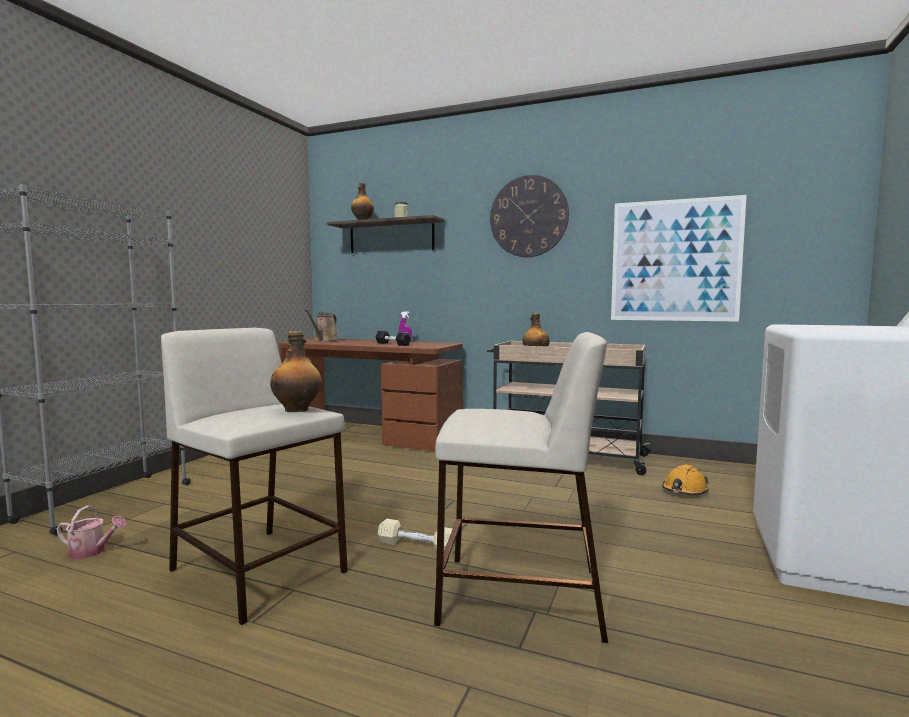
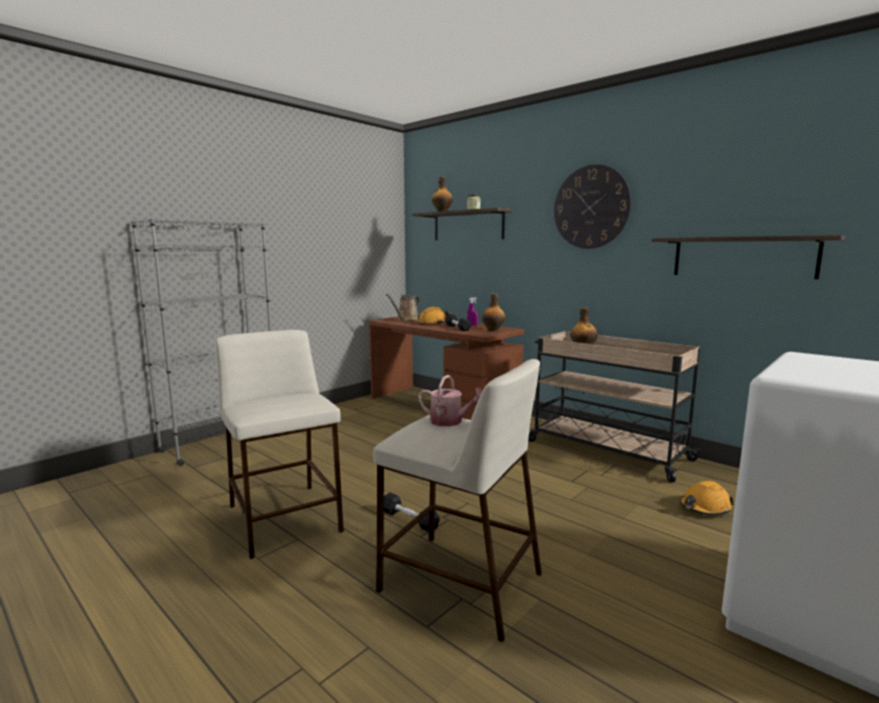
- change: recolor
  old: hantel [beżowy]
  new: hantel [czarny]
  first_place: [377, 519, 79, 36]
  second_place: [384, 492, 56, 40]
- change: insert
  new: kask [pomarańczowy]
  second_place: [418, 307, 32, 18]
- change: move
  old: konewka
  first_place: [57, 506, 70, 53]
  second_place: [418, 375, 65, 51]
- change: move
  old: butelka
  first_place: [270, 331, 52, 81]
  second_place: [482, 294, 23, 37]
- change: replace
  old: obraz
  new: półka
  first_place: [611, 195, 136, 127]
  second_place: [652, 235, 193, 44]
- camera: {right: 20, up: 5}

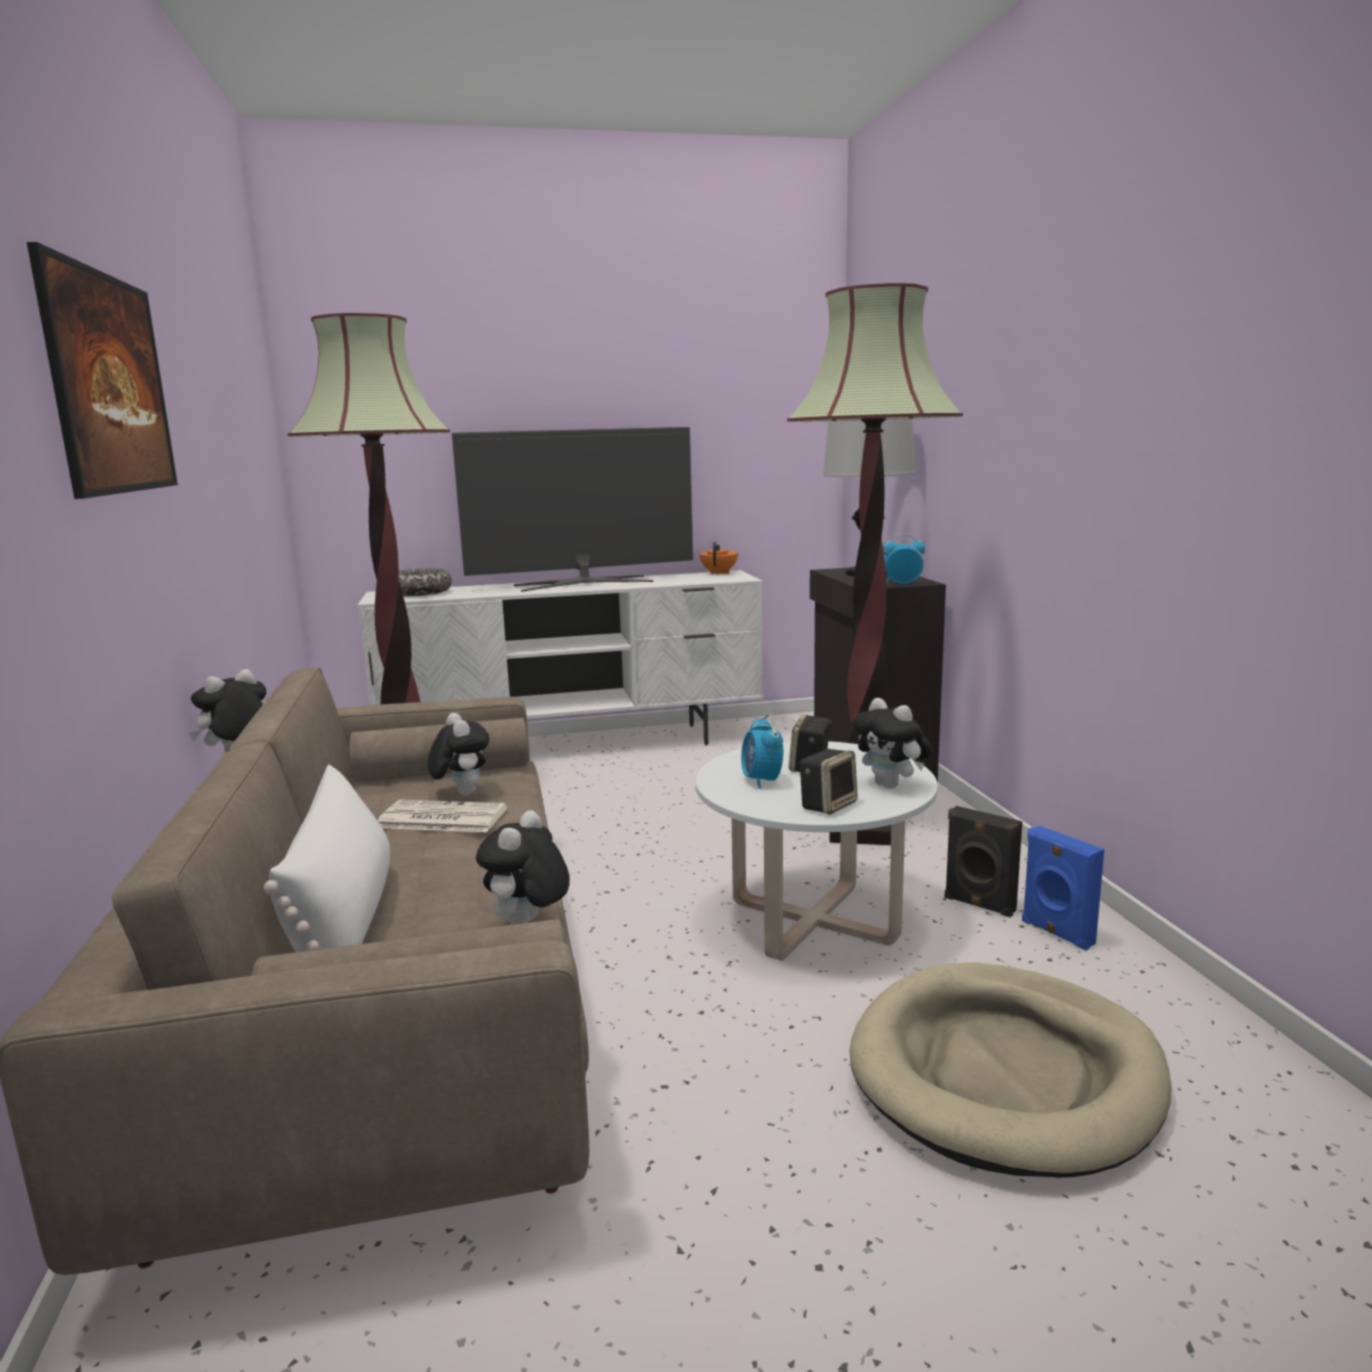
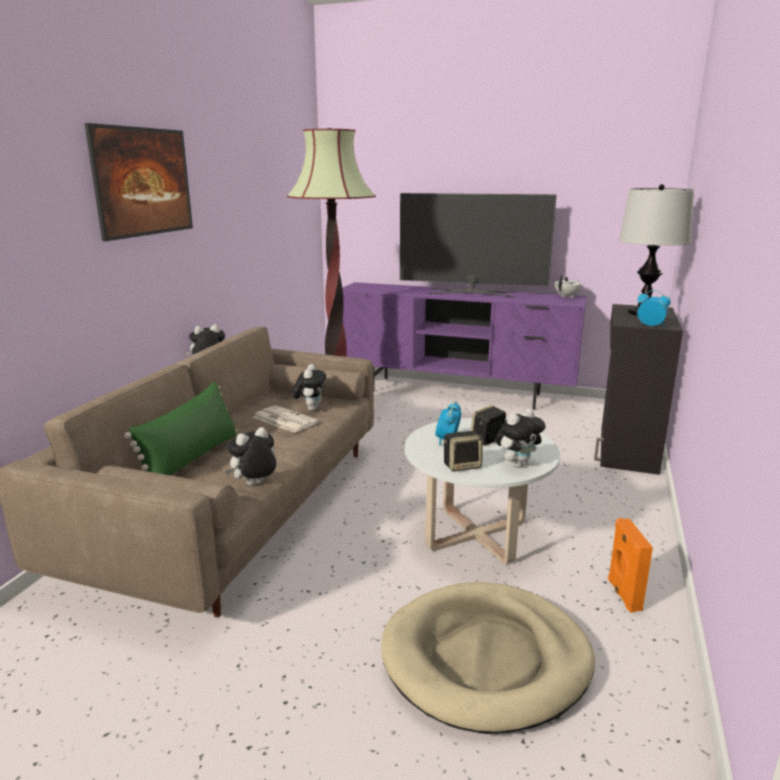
- change: recolor
  old: poduszka [biały]
  new: poduszka [zielony]
  first_place: [264, 765, 126, 187]
  second_place: [124, 381, 113, 95]
- change: recolor
  old: szafka pod telewizor [biały]
  new: szafka pod telewizor [fioletowy]
  first_place: [358, 570, 405, 176]
  second_place: [342, 282, 245, 128]
- change: rotate
  old: pluszak
  first_place: [852, 698, 80, 91]
  second_place: [496, 409, 50, 59]
  degrees: -120
- change: recolor
  old: imbryk [pomarańczowy]
  new: imbryk [biały]
  first_place: [700, 542, 38, 33]
  second_place: [554, 275, 28, 23]
- change: recolor
  old: głośnik [niebieski]
  new: głośnik [pomarańczowy]
  first_place: [1022, 826, 82, 124]
  second_place: [608, 518, 45, 95]
- change: delete
  old: miska
  first_place: [398, 568, 54, 28]
- change: delete
  old: lampa stojąca
  first_place: [787, 283, 176, 562]
- change: delete
  old: głośnik [czarny]
  first_place: [944, 806, 78, 111]
- camera: {right: 30, up: 5}

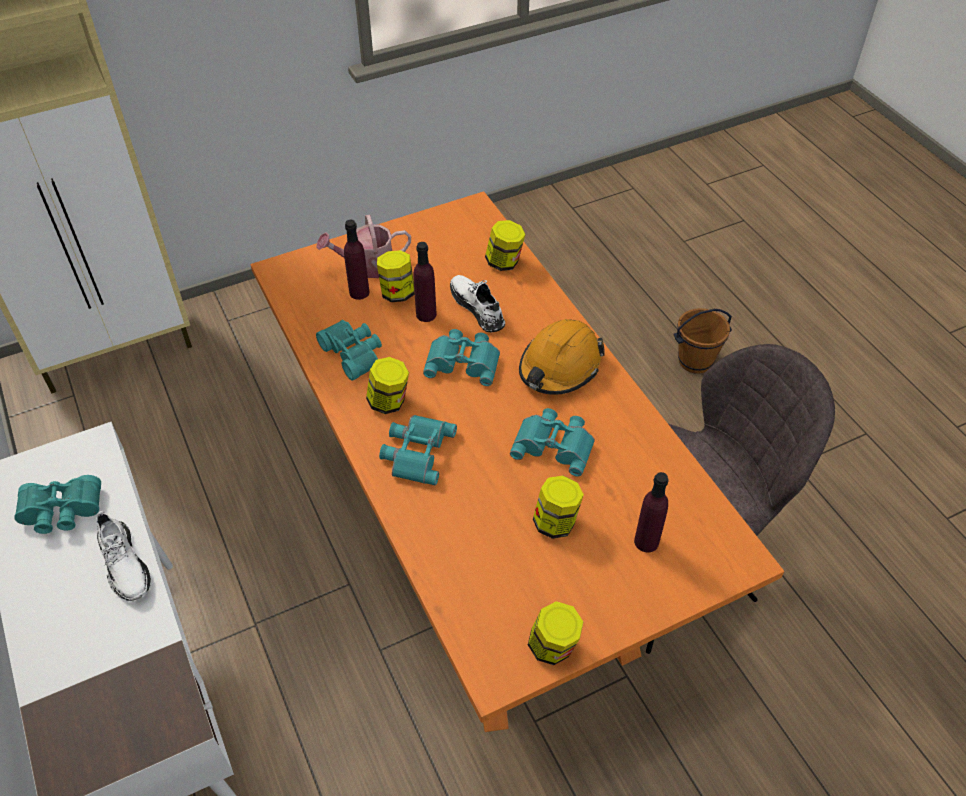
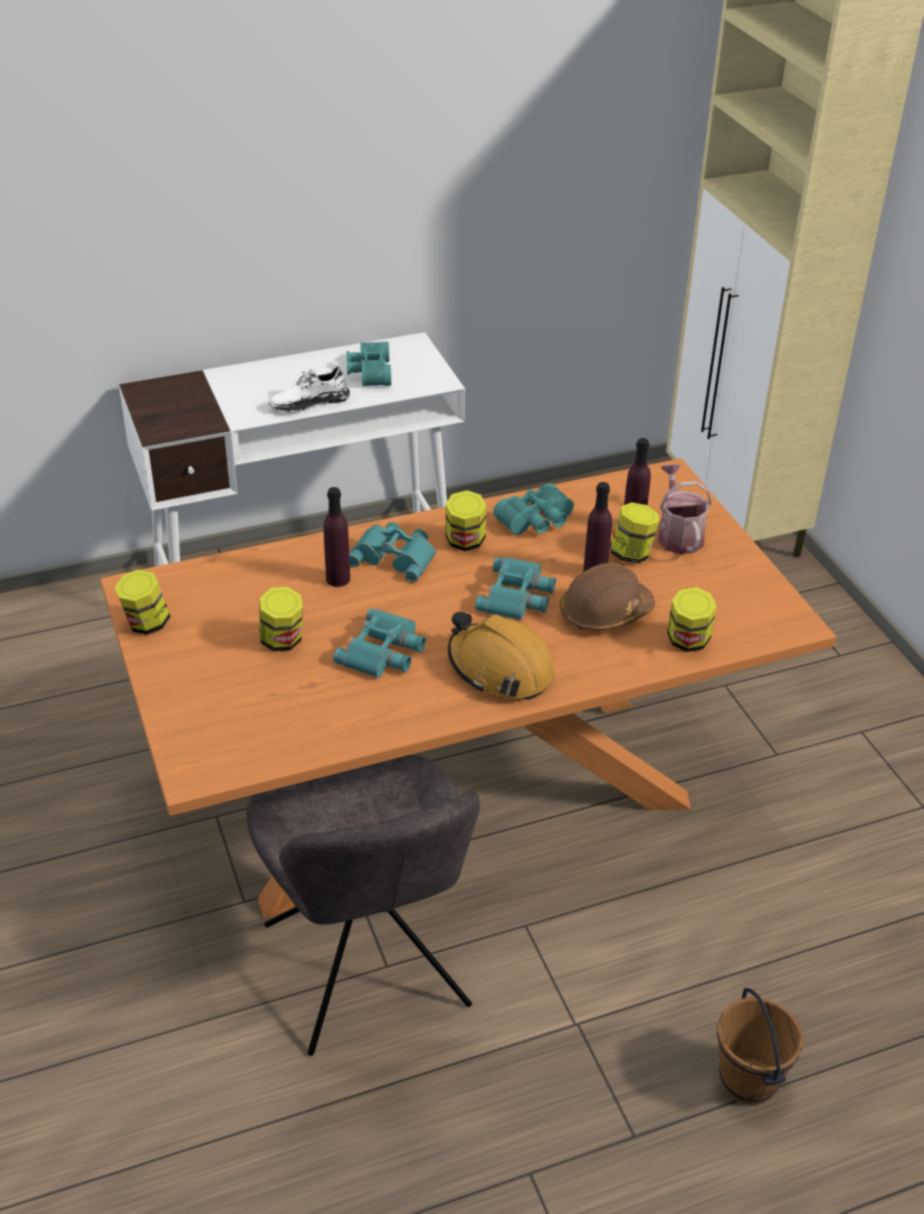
- change: move
  old: butelka [fioletowy]
  first_place: [634, 472, 35, 81]
  second_place: [323, 487, 27, 100]
- change: replace
  old: but [biały]
  new: kask [brązowy]
  first_place: [450, 275, 55, 57]
  second_place: [560, 563, 95, 68]
- camera: {right: 95, up: -10}

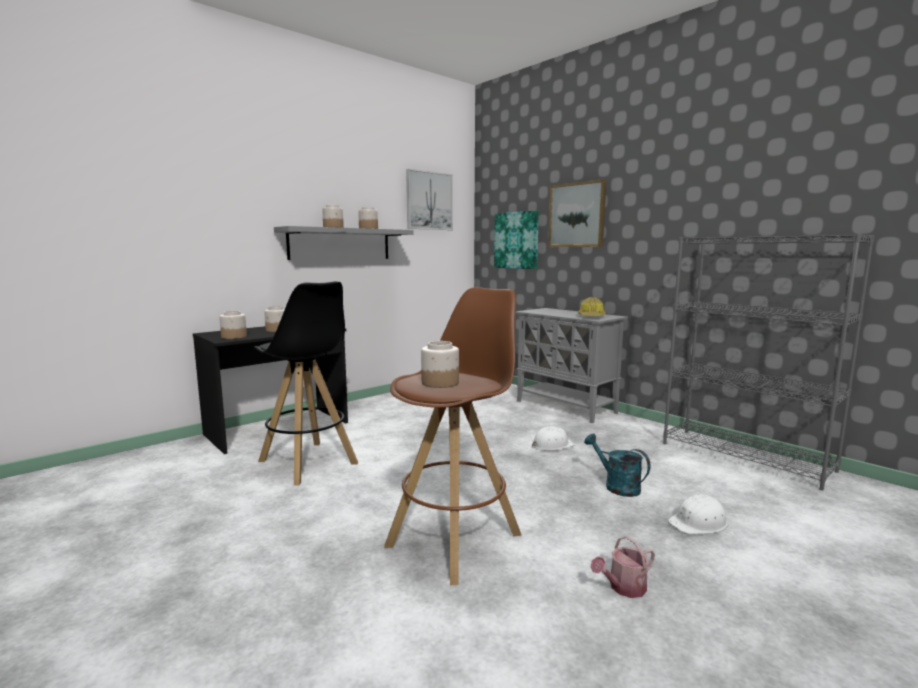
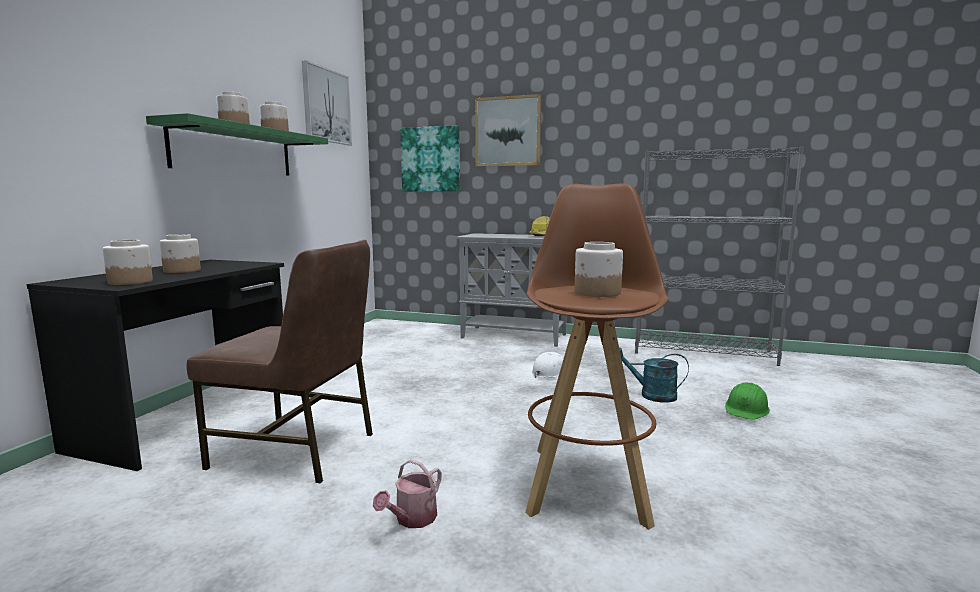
- change: recolor
  old: półka [szary]
  new: półka [zielony]
  first_place: [274, 226, 140, 34]
  second_place: [146, 113, 182, 62]
- change: replace
  old: stołek [czarny]
  new: krzesło [brązowy]
  first_place: [254, 281, 104, 204]
  second_place: [187, 240, 186, 244]
- change: move
  old: konewka
  first_place: [591, 536, 64, 62]
  second_place: [373, 459, 69, 69]
- change: recolor
  old: kask [biały]
  new: kask [zielony]
  first_place: [668, 494, 59, 40]
  second_place: [725, 382, 45, 38]
- camera: {right: -30, up: 0}

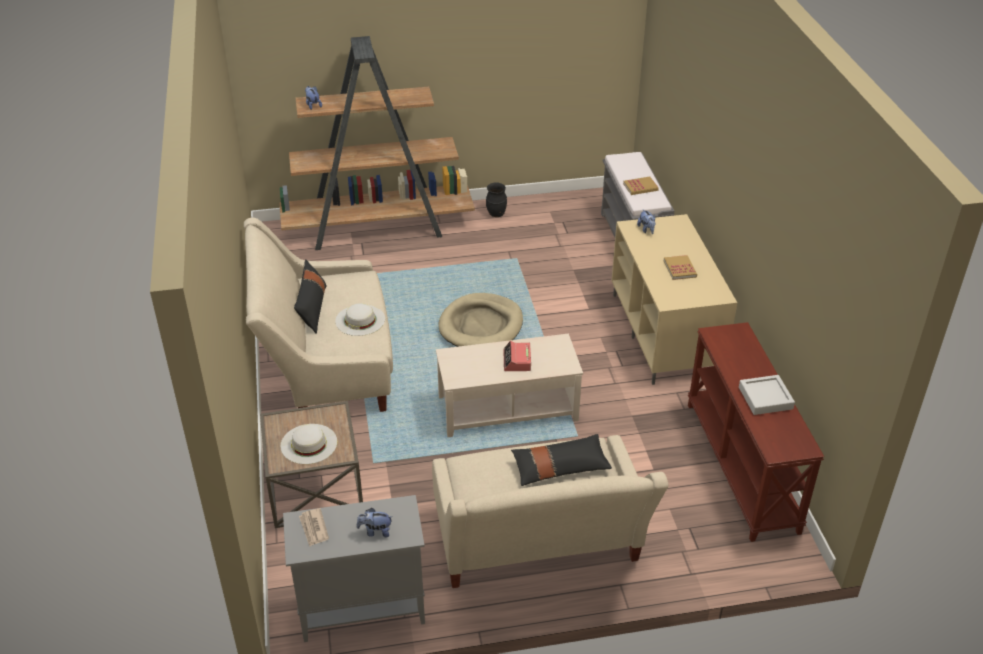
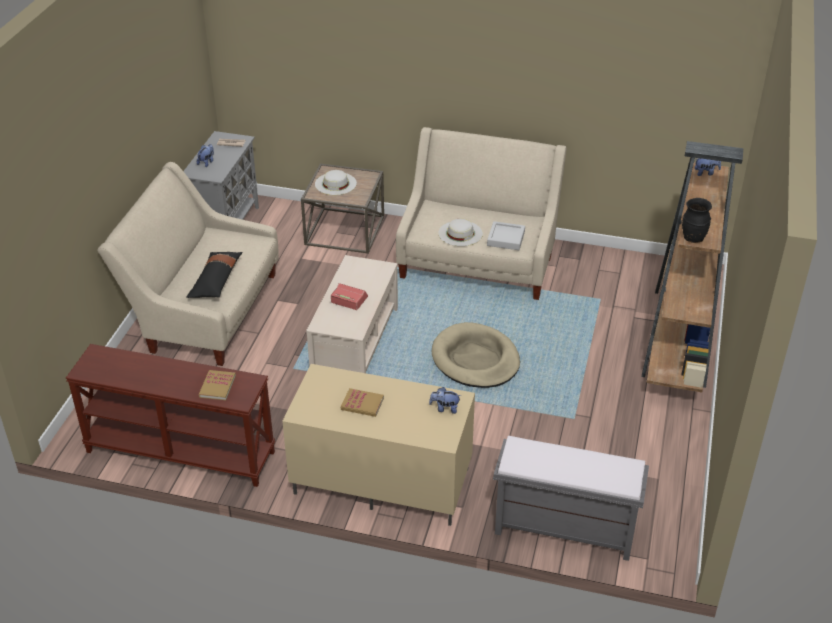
- change: move
  old: książka
  first_place: [623, 177, 36, 18]
  second_place: [199, 370, 37, 30]
- change: move
  old: taca [szary]
  first_place: [739, 375, 56, 40]
  second_place: [487, 221, 38, 29]
- change: move
  old: wazon [czarny]
  first_place: [486, 182, 21, 35]
  second_place: [682, 198, 30, 45]
- change: delete
  old: poduszka [czarny]
  first_place: [294, 259, 33, 75]
- camera: {right: 115, up: 0}

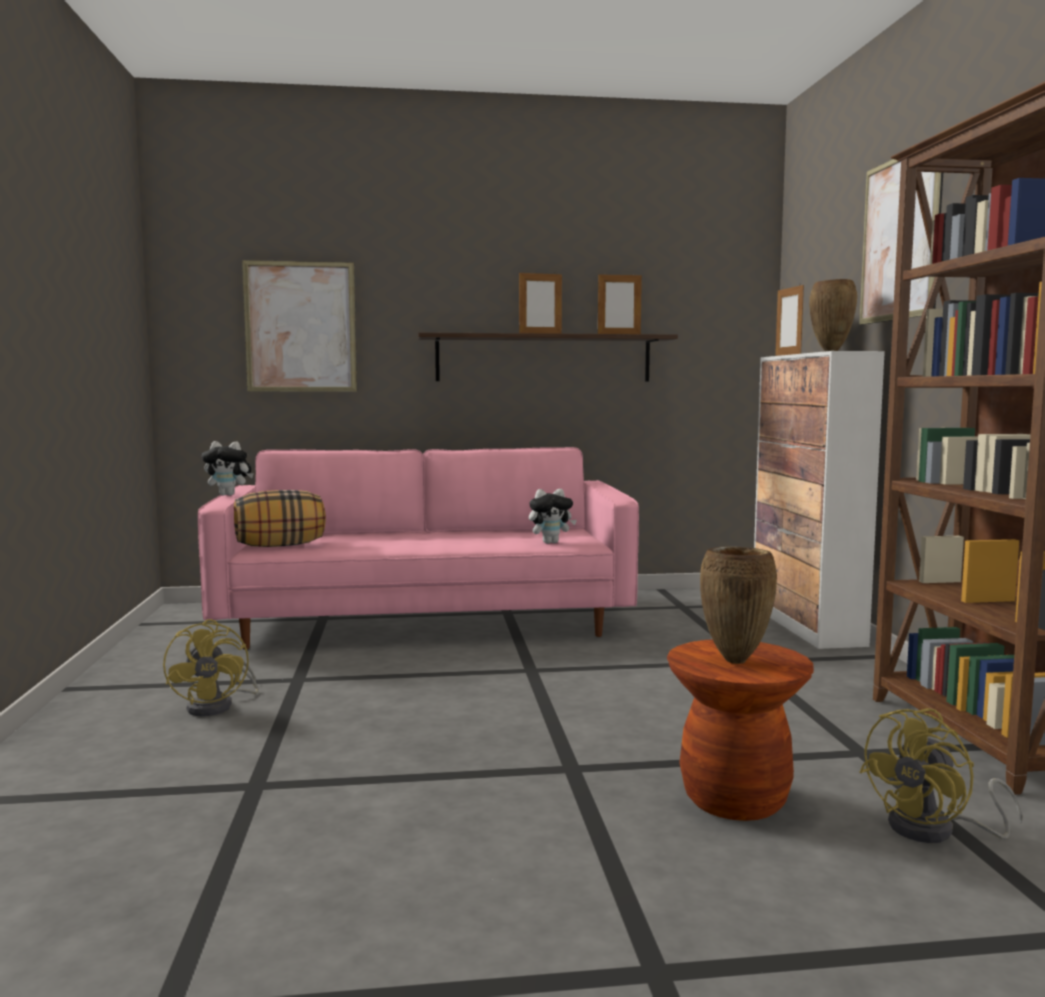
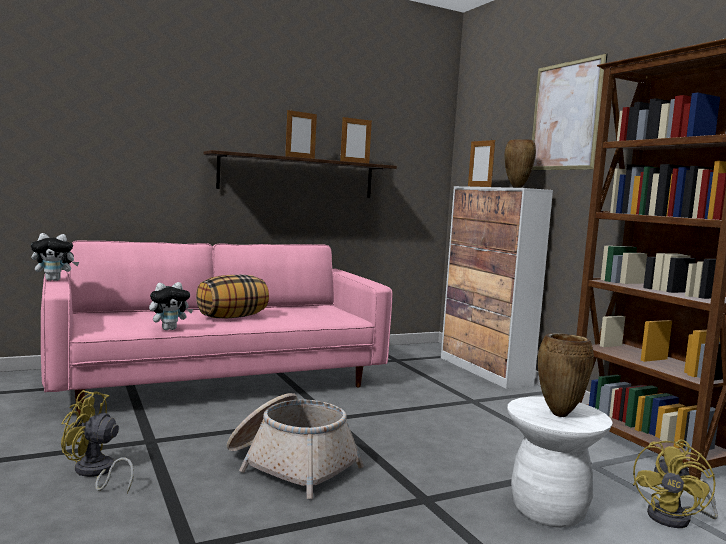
- change: rotate
  old: wentylator [żółty]
  first_place: [163, 619, 96, 97]
  second_place: [61, 390, 73, 103]
  degrees: 135
- change: move
  old: pluszak
  first_place: [529, 489, 48, 55]
  second_place: [149, 282, 44, 48]
- change: move
  old: poduszka
  first_place: [234, 490, 92, 57]
  second_place: [196, 275, 73, 44]
- change: insert
  new: koszyk
  second_place: [227, 393, 137, 106]
- change: recolor
  old: stołek [brązowy]
  new: stołek [biały]
  first_place: [667, 639, 147, 182]
  second_place: [507, 396, 106, 132]
- change: delete
  old: obraz
  first_place: [242, 260, 115, 132]
- camera: {right: -20, up: 0}

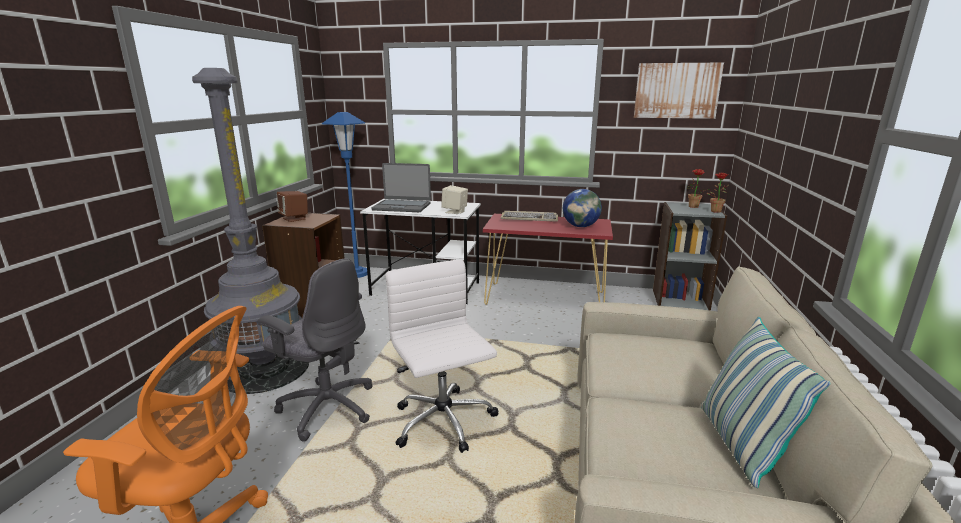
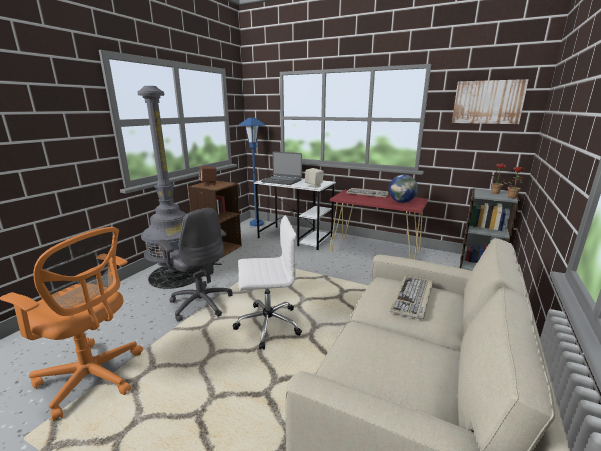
- change: rotate
  old: krzesło biurowe [biały]
  first_place: [386, 259, 113, 194]
  second_place: [233, 215, 69, 135]
  degrees: 90
- change: insert
  new: klawiatura
  second_place: [390, 275, 43, 45]
- change: delete
  old: poduszka
  first_place: [701, 317, 130, 171]
- camera: {right: 15, up: 0}

